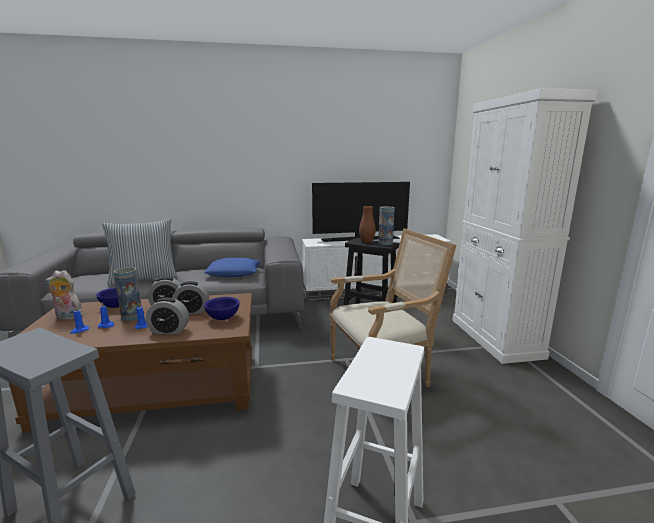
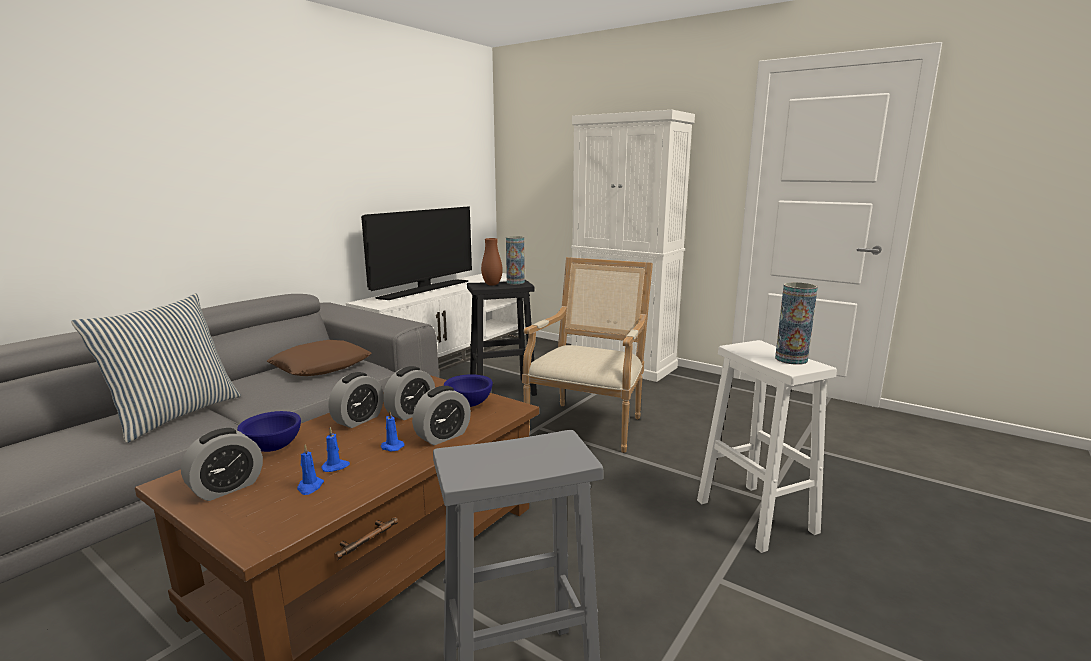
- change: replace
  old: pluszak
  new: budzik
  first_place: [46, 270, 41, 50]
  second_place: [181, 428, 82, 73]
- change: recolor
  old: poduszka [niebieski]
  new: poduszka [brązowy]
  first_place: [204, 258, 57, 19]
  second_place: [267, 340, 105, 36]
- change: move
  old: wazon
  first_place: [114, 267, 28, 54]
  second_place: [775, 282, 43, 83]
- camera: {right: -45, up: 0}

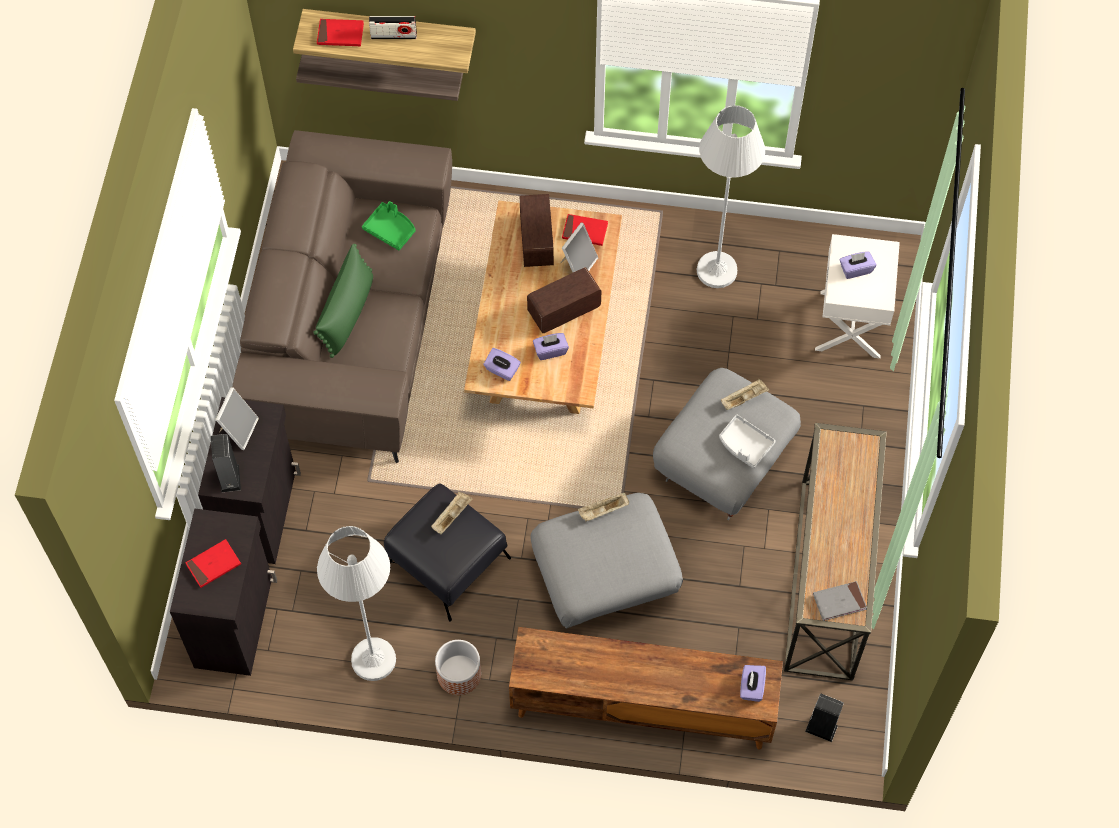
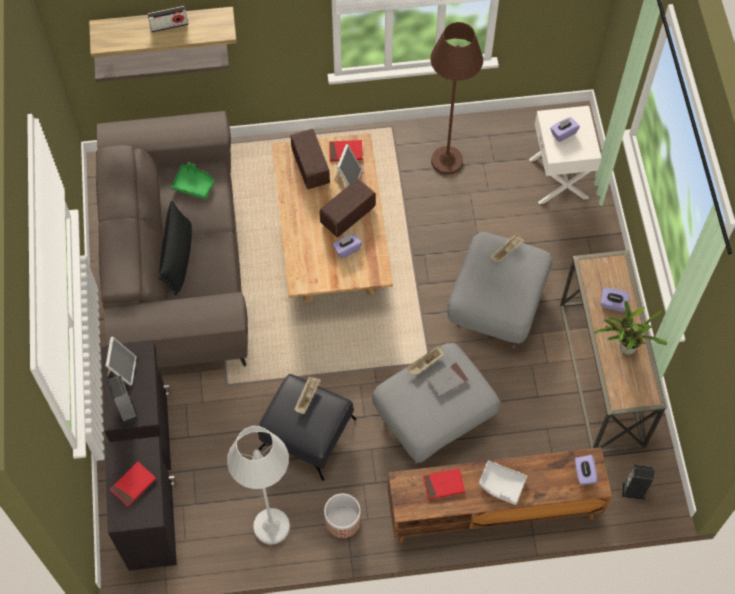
- change: recolor
  old: poduszka [zielony]
  new: poduszka [czarny]
  first_place: [313, 244, 60, 114]
  second_place: [159, 201, 33, 94]
- change: move
  old: książka [czerwony]
  first_place: [317, 19, 47, 27]
  second_place: [423, 468, 42, 32]
- change: move
  old: książka [szary]
  first_place: [813, 581, 54, 40]
  second_place: [426, 362, 43, 36]
- change: recolor
  old: lampa stojąca [biały]
  new: lampa stojąca [brązowy]
  first_place: [697, 105, 68, 183]
  second_place: [430, 22, 53, 153]
- change: move
  old: taca [szary]
  first_place: [719, 415, 57, 54]
  second_place: [479, 461, 48, 44]
- change: insert
  new: roślina doniczkowa
  second_place: [594, 300, 74, 55]
- change: move
  old: pudełko chusteczek [fioletowy]
  first_place: [483, 348, 38, 33]
  second_place: [600, 288, 30, 24]
- camera: {right: -15, up: 0}

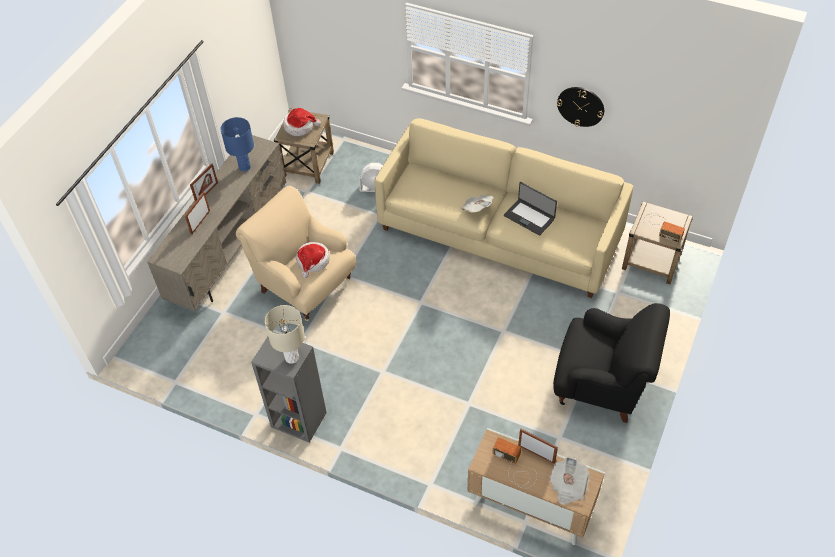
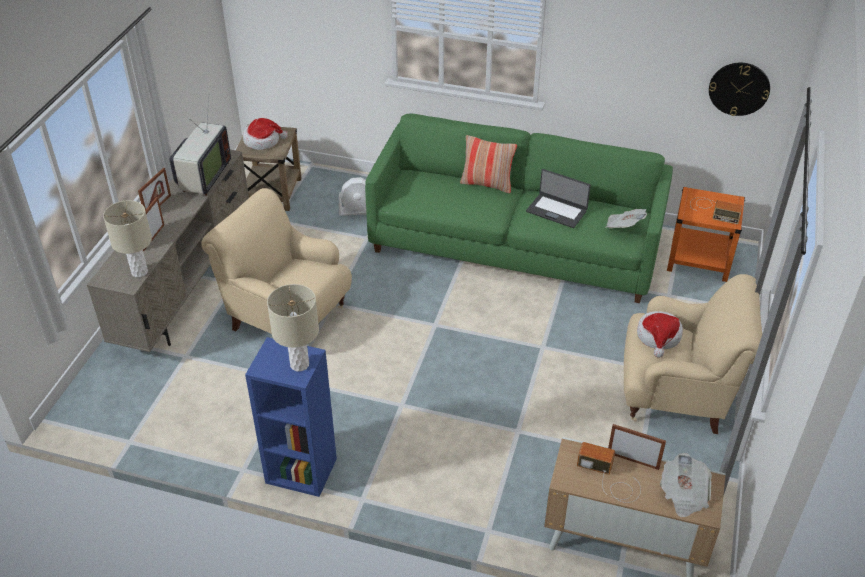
- change: insert
  new: lampa stołowa [beżowy]
  second_place: [103, 200, 49, 77]
- change: replace
  old: lampa stołowa [niebieski]
  new: telewizor
  first_place: [220, 117, 34, 54]
  second_place: [170, 98, 61, 98]
- change: recolor
  old: regał [szary]
  new: regał [niebieski]
  first_place: [251, 332, 76, 111]
  second_place: [245, 337, 92, 160]
- change: recolor
  old: kanapa [beżowy]
  new: kanapa [zielony]
  first_place: [374, 118, 259, 180]
  second_place: [365, 113, 308, 190]
- change: insert
  new: poduszka
  second_place: [460, 135, 57, 58]
- change: move
  old: gazeta
  first_place: [461, 195, 33, 17]
  second_place: [605, 209, 42, 19]
- change: recolor
  old: fotel [czarny]
  new: fotel [beżowy]
  first_place: [553, 303, 117, 120]
  second_place: [624, 274, 138, 160]
- change: move
  old: kapelusz
  first_place: [296, 242, 34, 36]
  second_place: [637, 311, 46, 47]
- change: recolor
  old: stolik [beżowy]
  new: stolik [pomarańczowy]
  first_place: [622, 201, 71, 83]
  second_place: [667, 187, 78, 95]
- change: move
  old: zegar ścienny
  first_place: [557, 87, 47, 40]
  second_place: [709, 63, 61, 53]
- camera: {right: -10, up: -10}

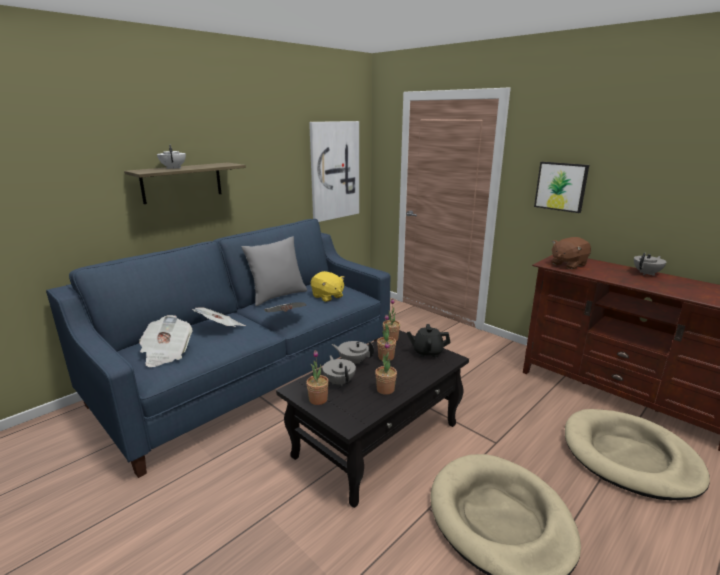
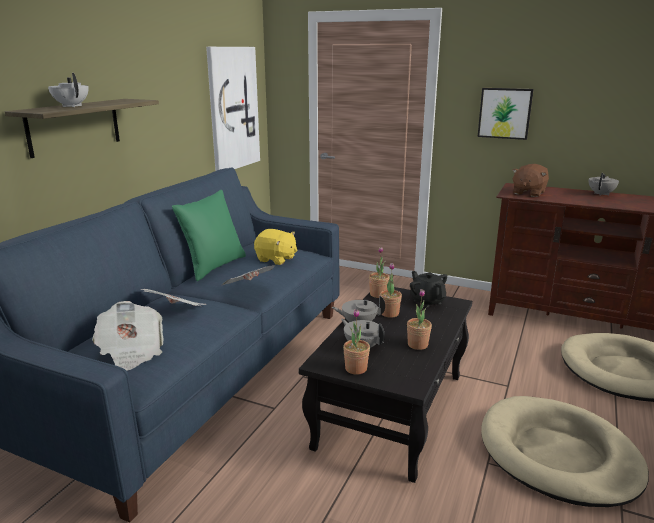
- change: recolor
  old: poduszka [szary]
  new: poduszka [zielony]
  first_place: [242, 236, 65, 70]
  second_place: [172, 190, 74, 91]
- change: rotate
  old: imbryk [czarny]
  first_place: [407, 324, 43, 34]
  second_place: [410, 271, 37, 37]
  degrees: 75
- camera: {right: -20, up: 0}

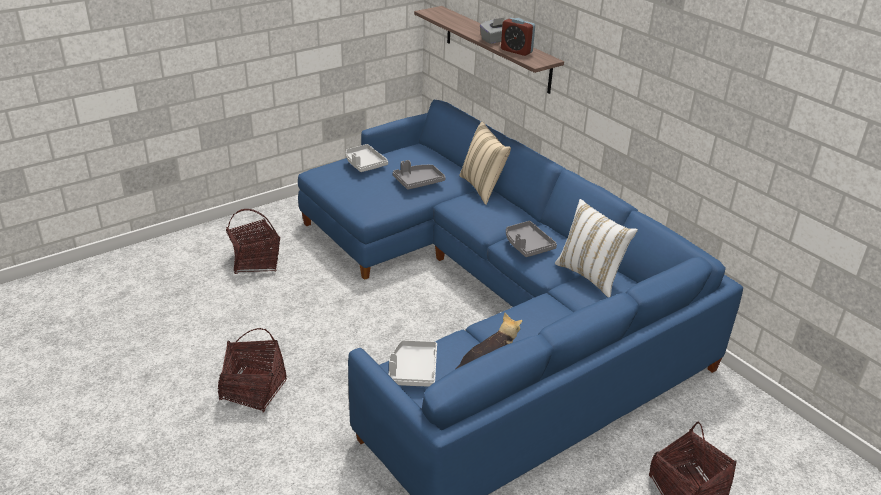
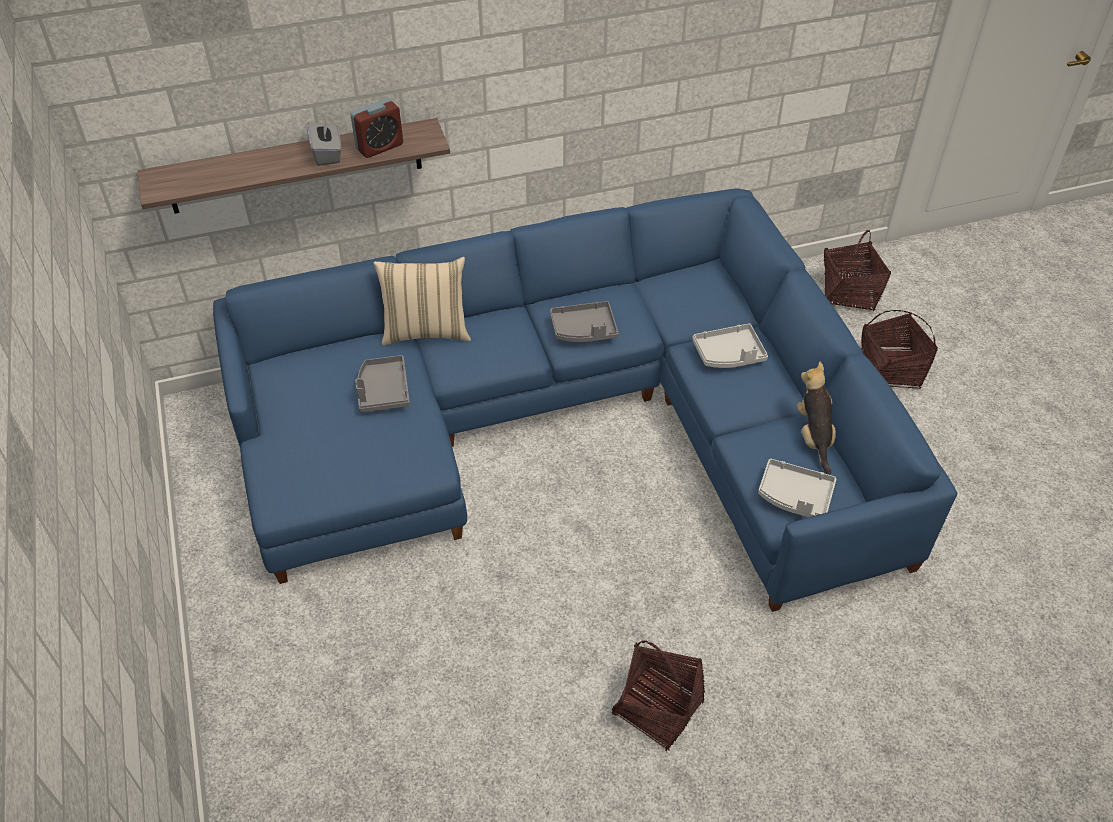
- change: move
  old: taca [szary]
  first_place: [346, 144, 42, 28]
  second_place: [692, 323, 76, 45]
- change: move
  old: koszyk
  first_place: [226, 209, 54, 65]
  second_place: [824, 230, 67, 81]
- change: delete
  old: poduszka [biały]
  first_place: [555, 199, 83, 99]
- camera: {right: -70, up: 15}

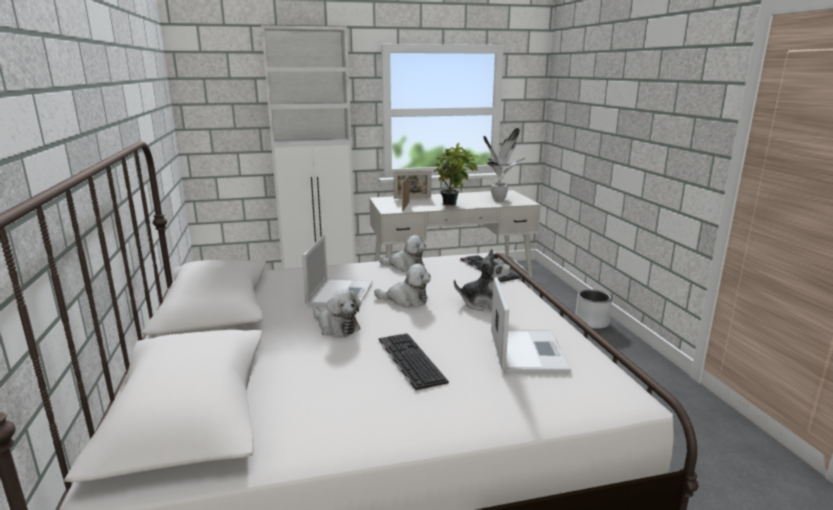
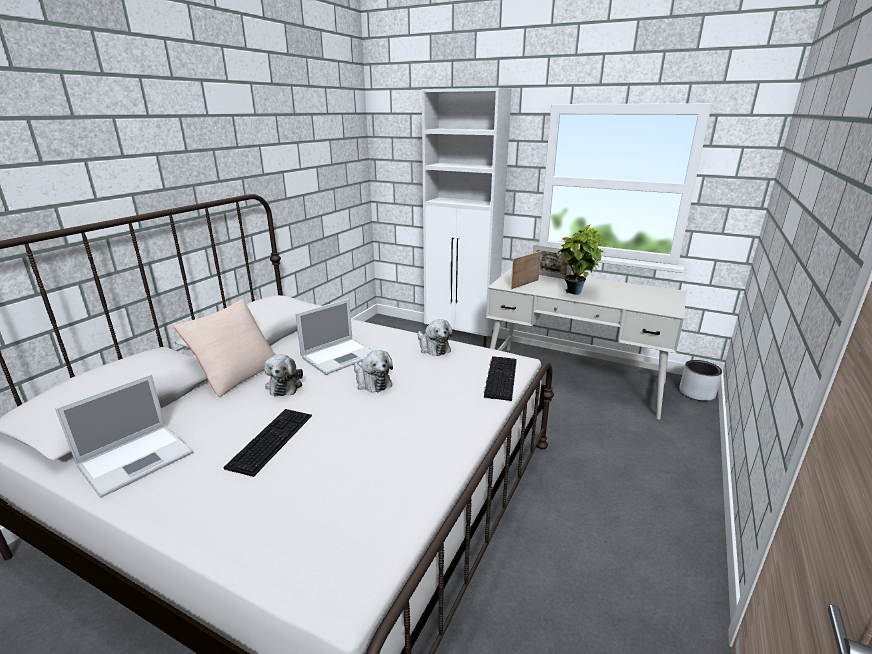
- change: move
  old: laptop
  first_place: [491, 277, 80, 96]
  second_place: [55, 374, 138, 124]
- change: insert
  new: poduszka [beżowy]
  second_place: [174, 299, 102, 98]
- change: move
  old: donica [szary]
  first_place: [575, 289, 38, 40]
  second_place: [679, 360, 43, 41]
- change: delete
  old: pluszak
  first_place: [454, 249, 57, 62]
- change: delete
  old: roślina doniczkowa
  first_place: [483, 128, 43, 72]
- camera: {right: 40, up: 5}

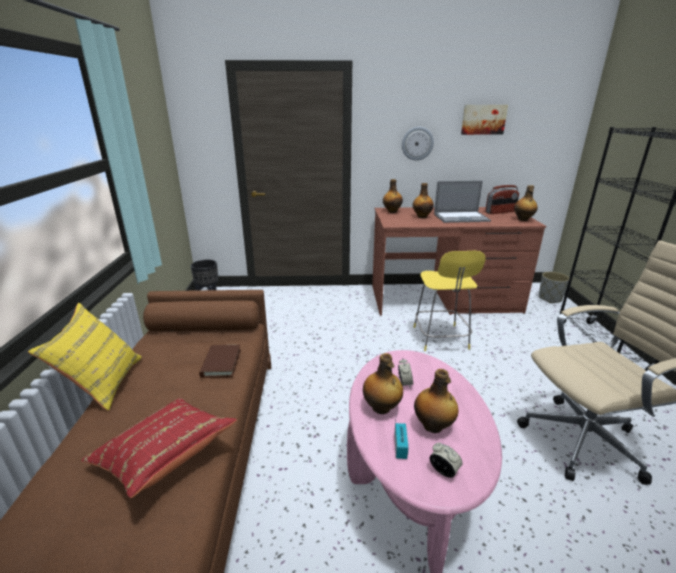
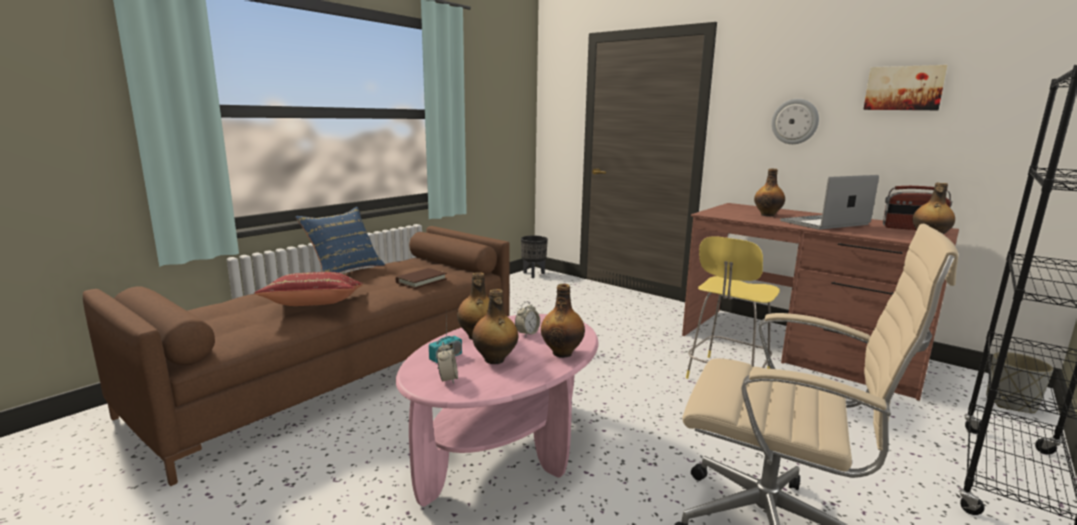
- change: recolor
  old: poduszka [żółty]
  new: poduszka [niebieski]
  first_place: [28, 303, 114, 108]
  second_place: [295, 207, 90, 66]
- change: move
  old: butelka
  first_place: [383, 179, 20, 34]
  second_place: [541, 284, 44, 74]
- change: rotate
  old: laptop
  first_place: [434, 181, 57, 42]
  second_place: [780, 175, 99, 55]
  degrees: 120
- camera: {right: 40, up: -10}

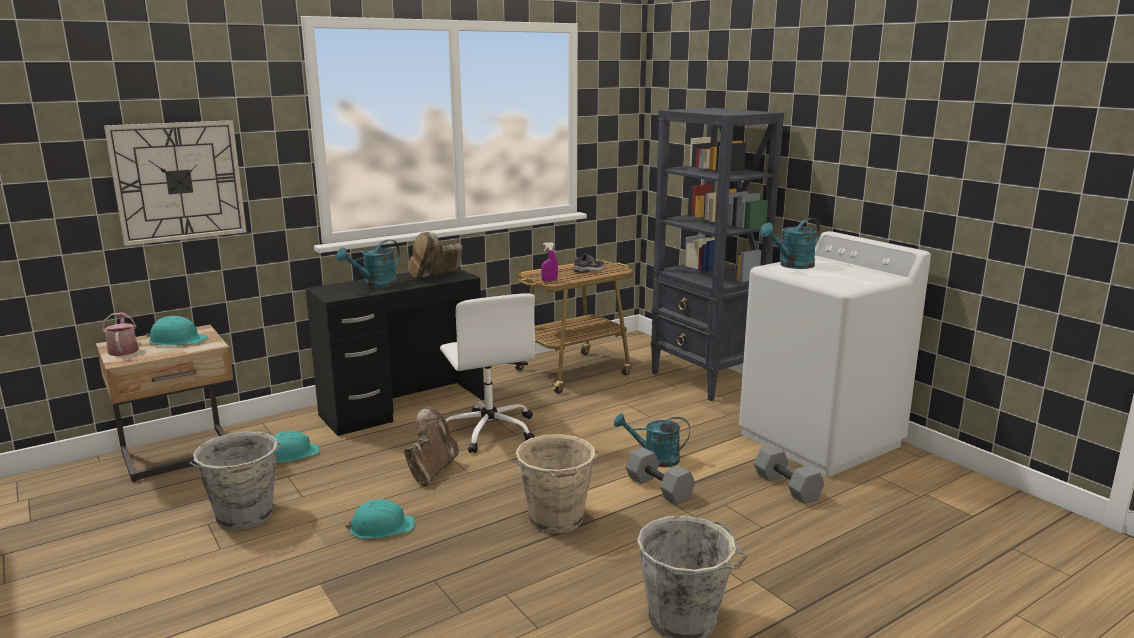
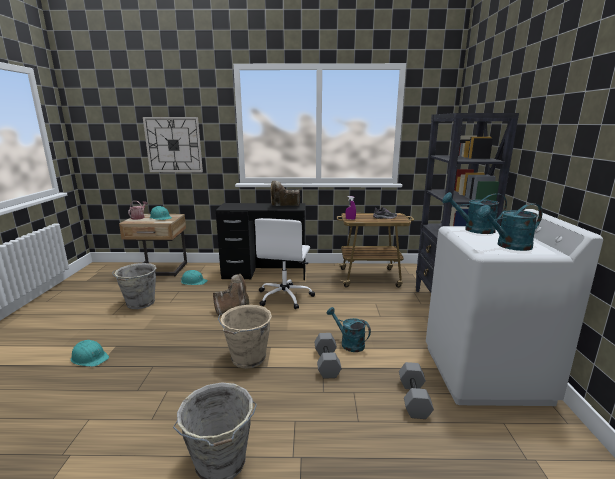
- change: move
  old: kask [turkusowy]
  first_place: [345, 499, 69, 40]
  second_place: [71, 340, 38, 27]
- change: move
  old: konewka [turkusowy]
  first_place: [336, 239, 64, 49]
  second_place: [477, 203, 66, 48]
- camera: {right: 35, up: 0}

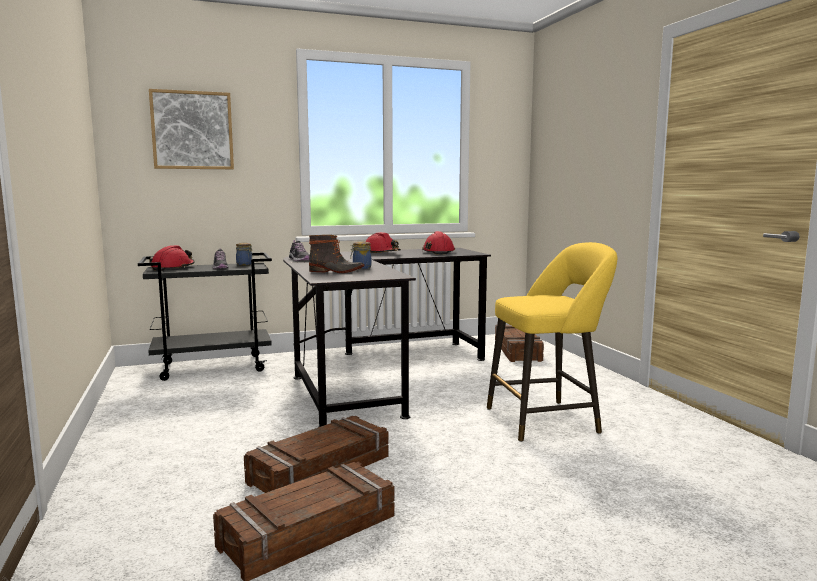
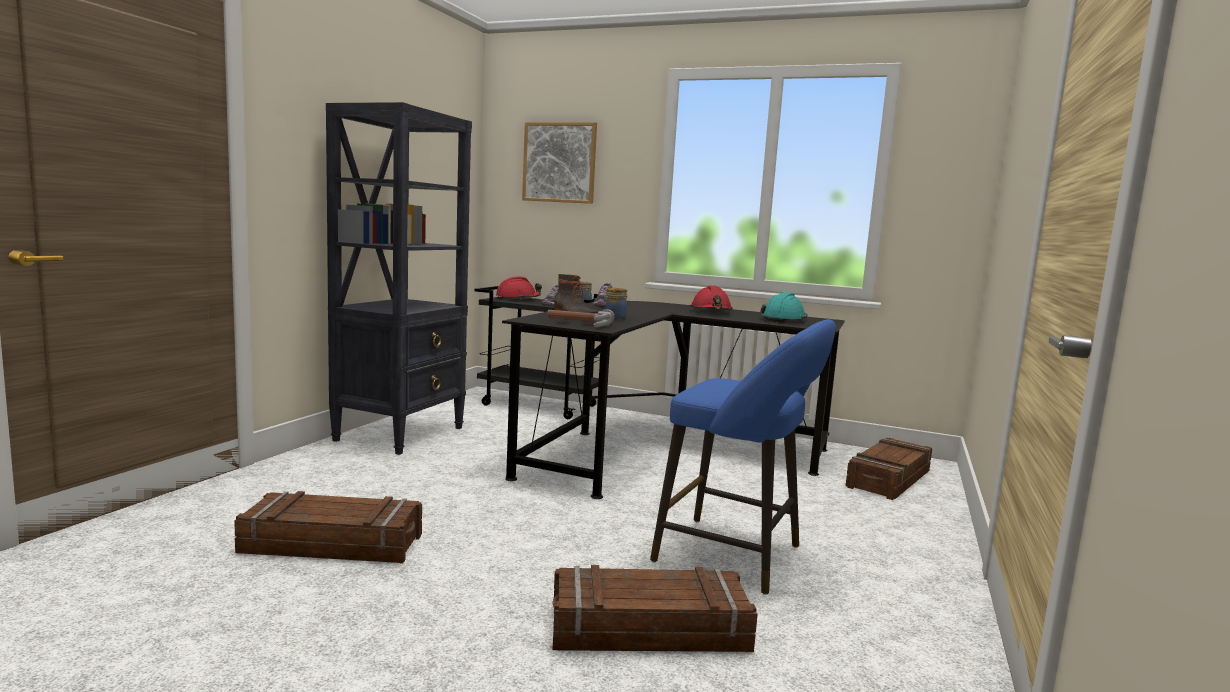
- change: insert
  new: regał [czarny]
  second_place: [326, 102, 146, 353]
- change: insert
  new: młotek
  second_place: [547, 309, 67, 18]
- change: move
  old: skrzynka
  first_place: [244, 416, 145, 77]
  second_place: [553, 565, 205, 87]
- change: recolor
  old: stołek [żółty]
  new: stołek [niebieski]
  first_place: [487, 242, 130, 200]
  second_place: [650, 319, 186, 276]
- change: recolor
  old: kask [czerwony]
  new: kask [turkusowy]
  first_place: [422, 231, 33, 23]
  second_place: [760, 292, 47, 31]
- camera: {right: 40, up: 0}

